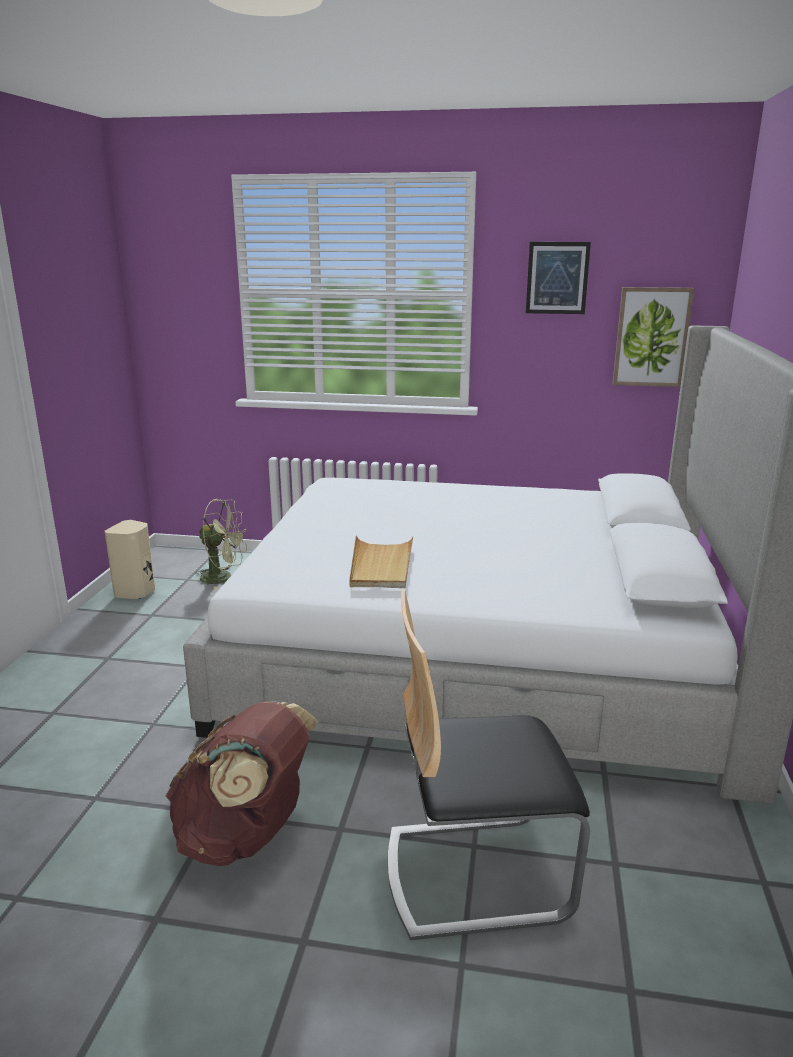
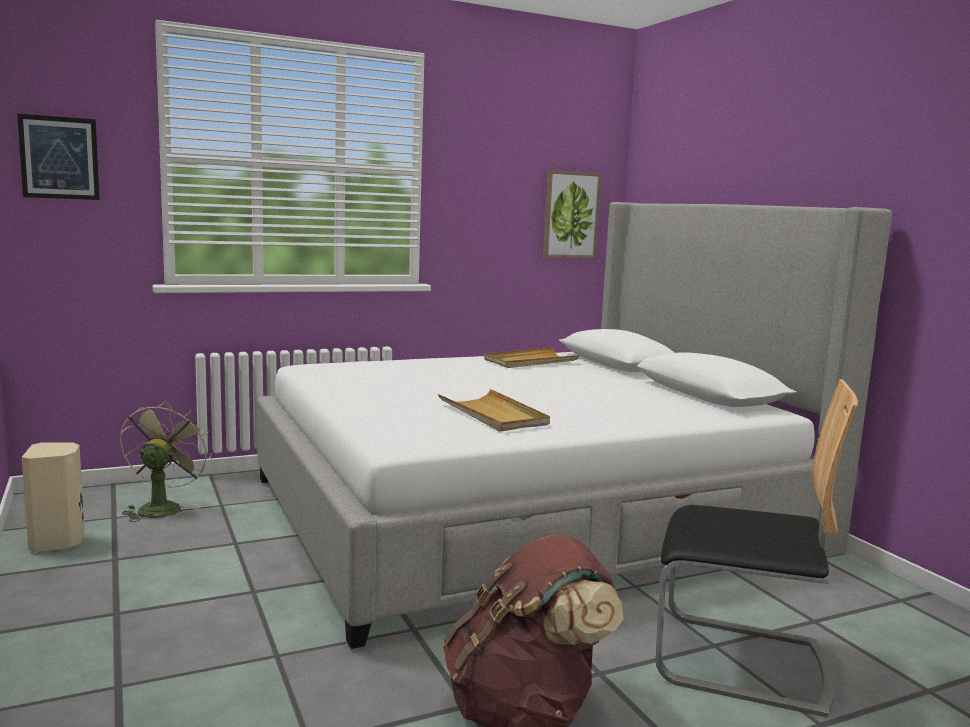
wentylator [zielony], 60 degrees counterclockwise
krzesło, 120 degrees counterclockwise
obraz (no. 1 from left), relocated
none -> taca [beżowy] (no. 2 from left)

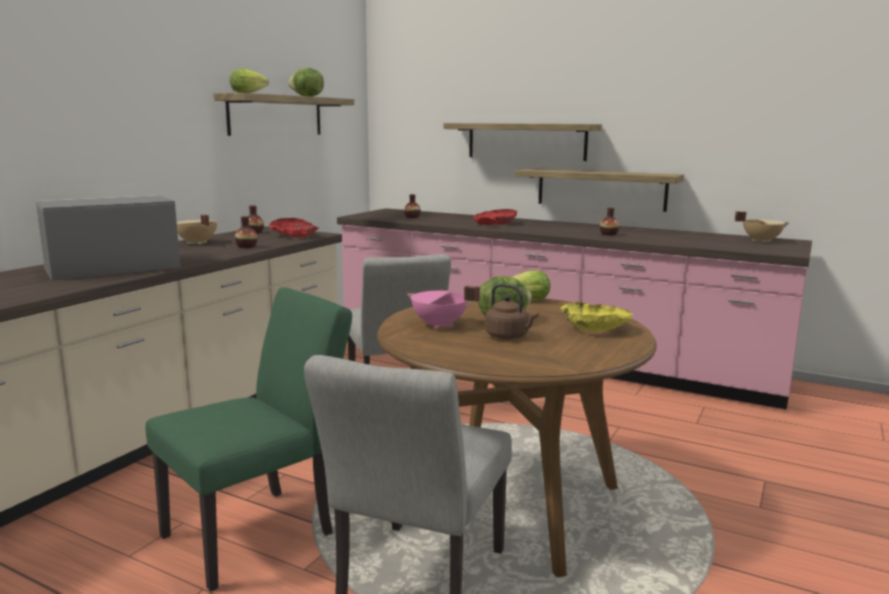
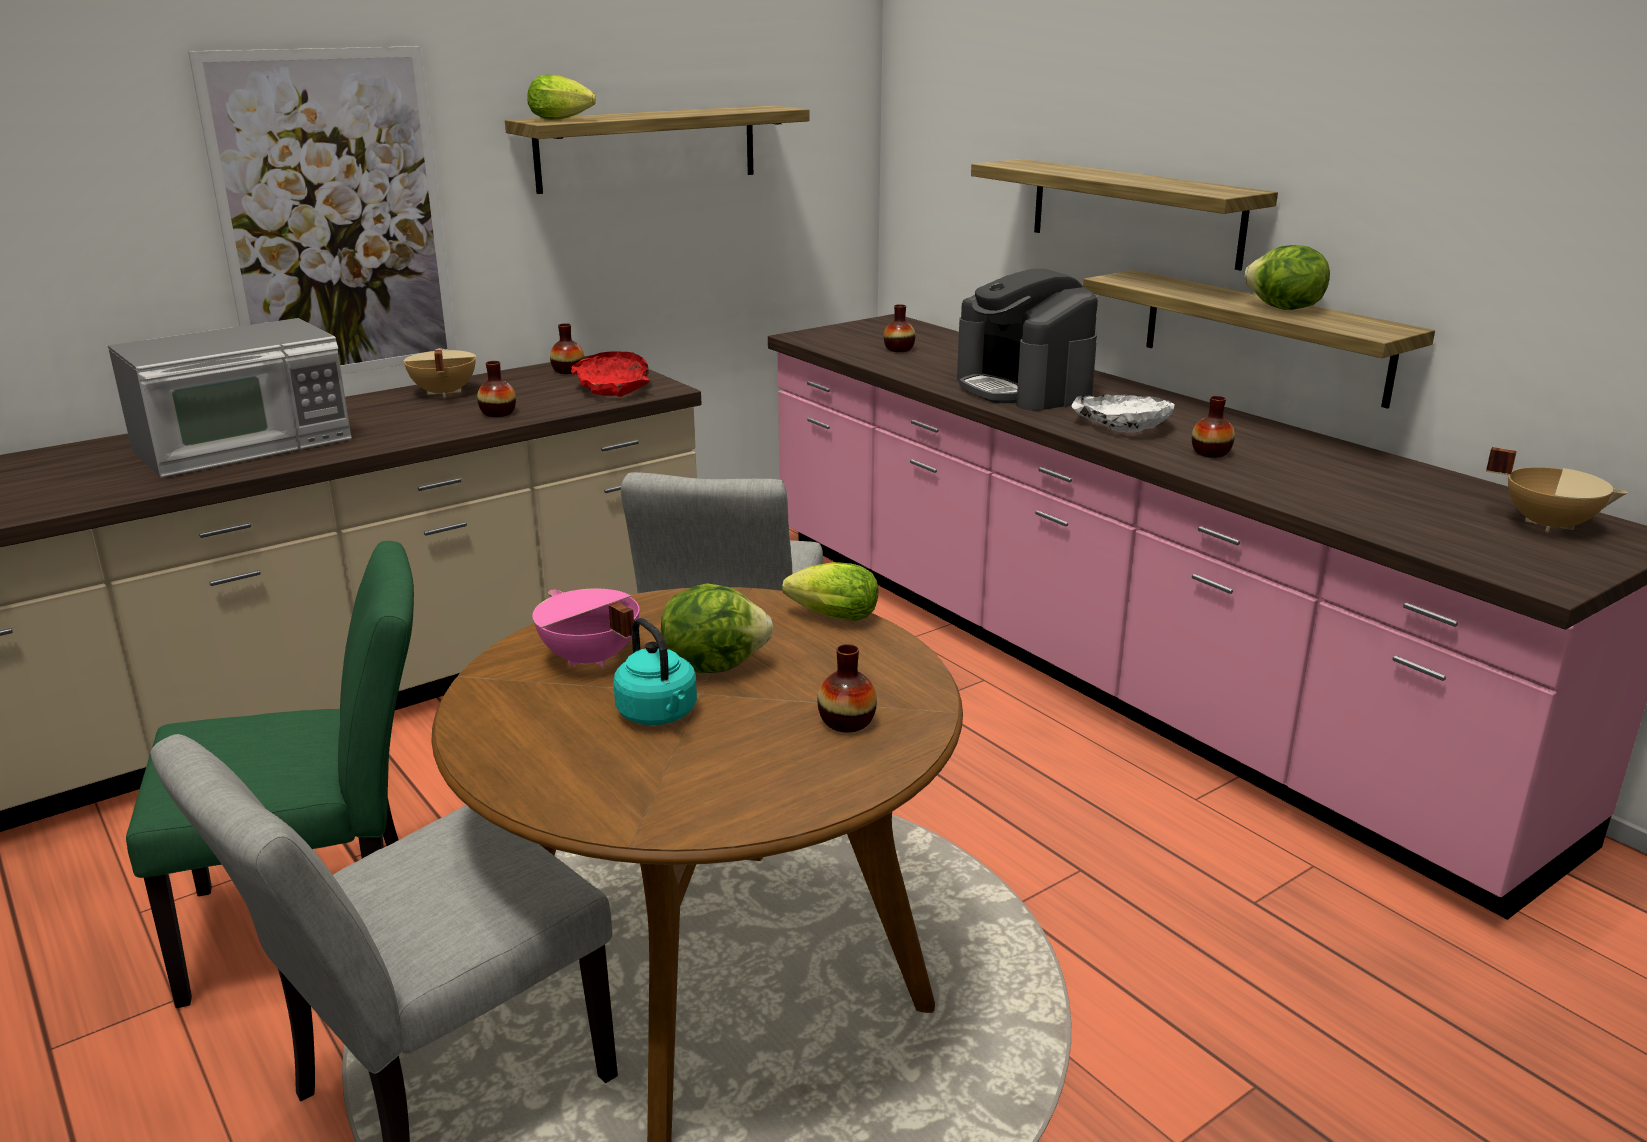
mikrofalówka, 150 degrees clockwise
sałata (no. 2 from left in the first image) -> sałata (no. 4 from left), relocated
miska [czerwony] (no. 2 from left) -> ekspres do kawy
czajnik [brązowy] -> czajnik [turkusowy]
miska [żółty] -> wazon (no. 3 from left)
none -> obraz
none -> miska [biały]

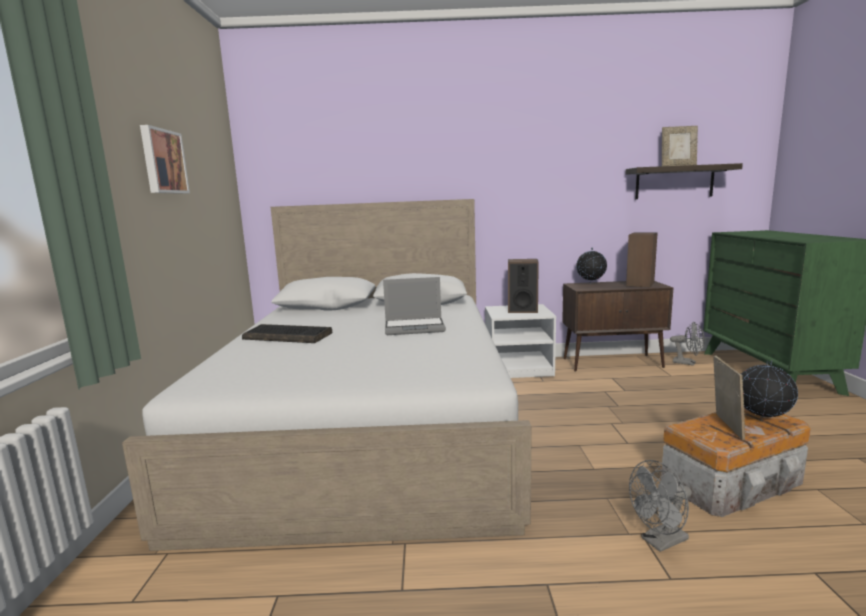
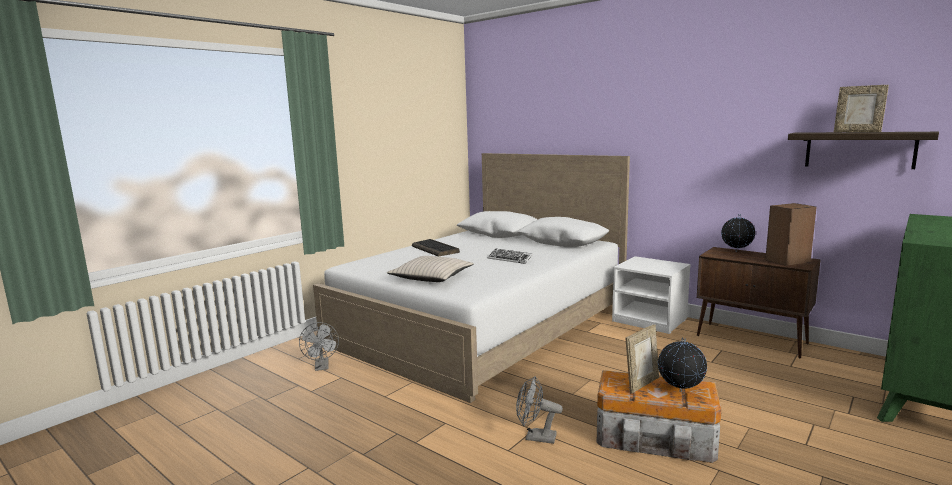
obraz -> none
laptop -> klawiatura (no. 2 from left)
głośnik (no. 1 from left) -> none
wentylator [szary] (no. 2 from left in the first image) -> wentylator [szary] (no. 1 from left), relocated
none -> poduszka [beżowy]

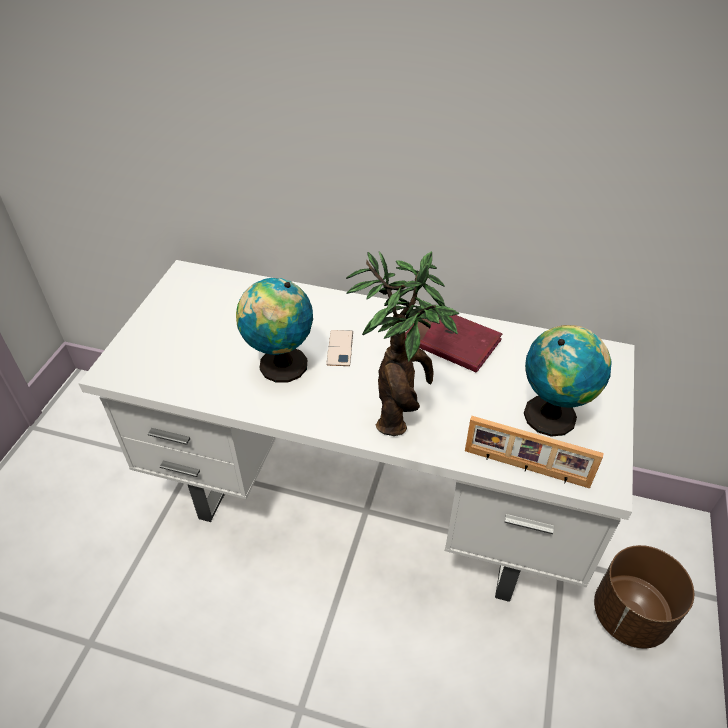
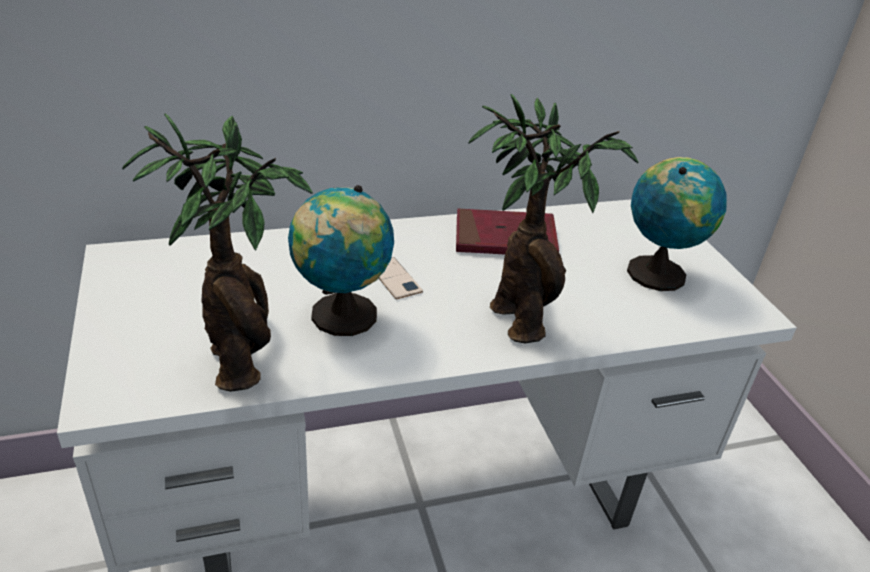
ramka na zdjęcie -> none
donica [brązowy] -> none
none -> roślina doniczkowa (no. 1 from left)

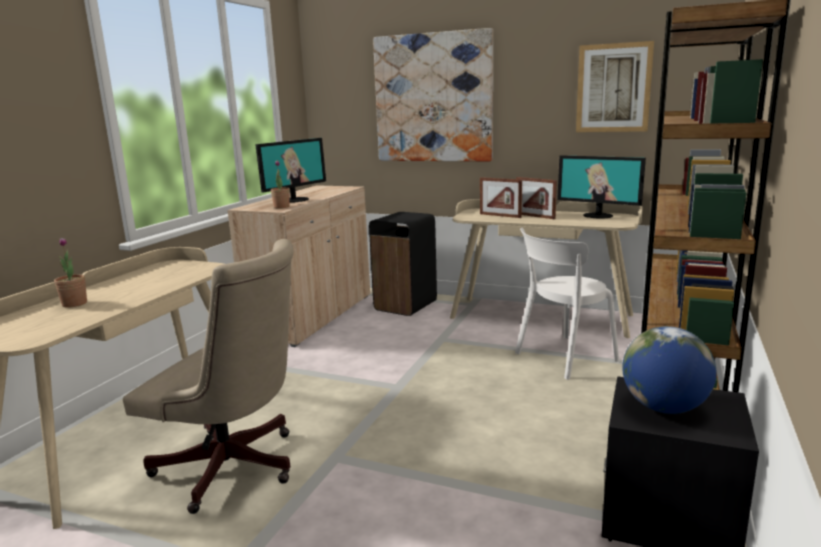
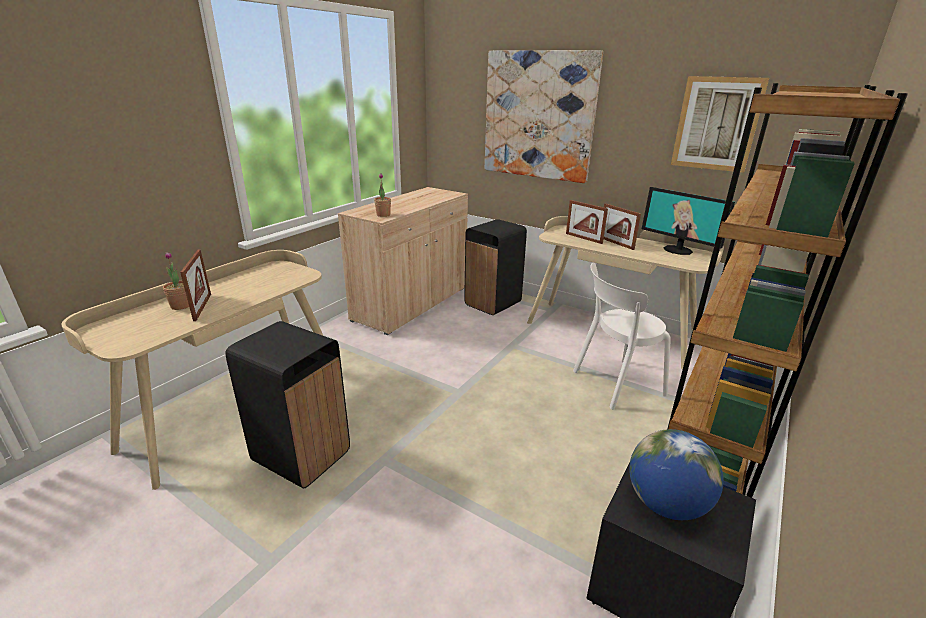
krzesło biurowe [beżowy] -> kosz na śmieci [czarny] (no. 1 from left)
monitor (no. 1 from left) -> none
none -> ramka na zdjęcie (no. 1 from left)

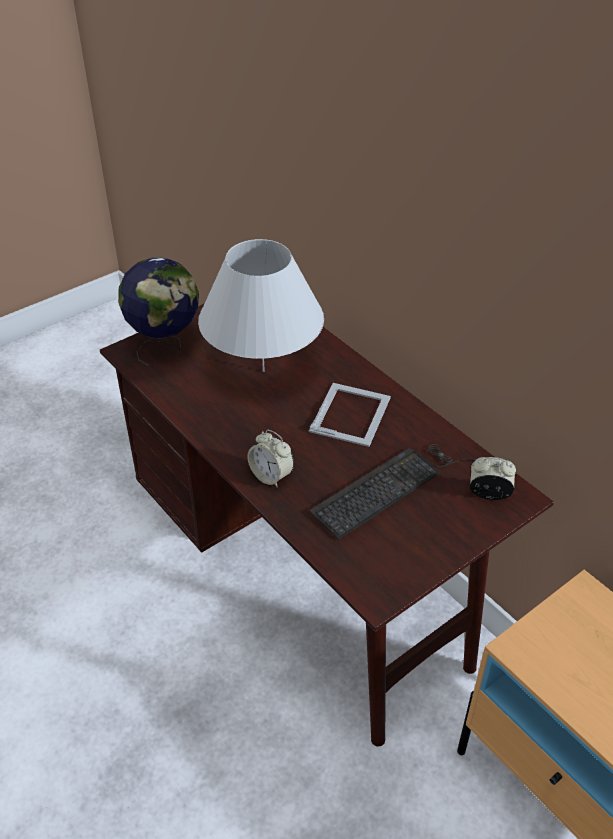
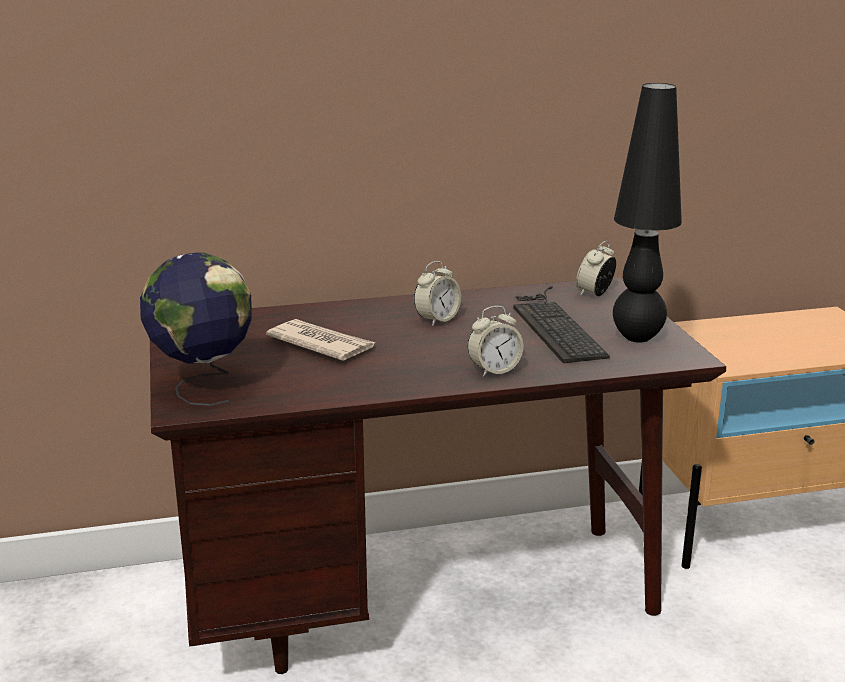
lampa stołowa [biały] -> gazeta
ramka na zdjęcie -> budzik (no. 1 from left)
none -> lampa stołowa [czarny]

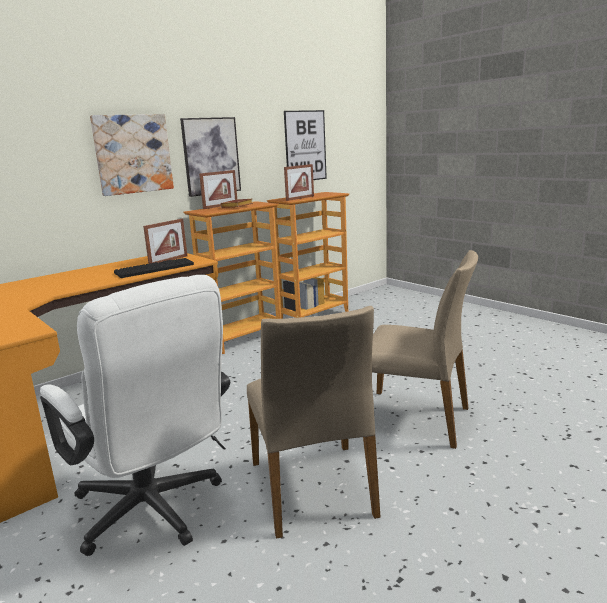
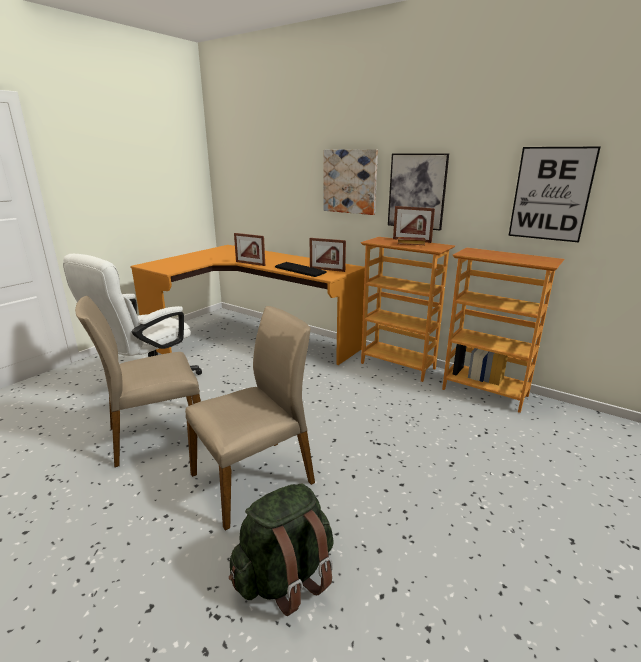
ramka na zdjęcie (no. 3 from left in the first image) -> ramka na zdjęcie (no. 1 from left), relocated
krzesło [beżowy] (no. 2 from left), 135 degrees counterclockwise
none -> plecak [zielony]

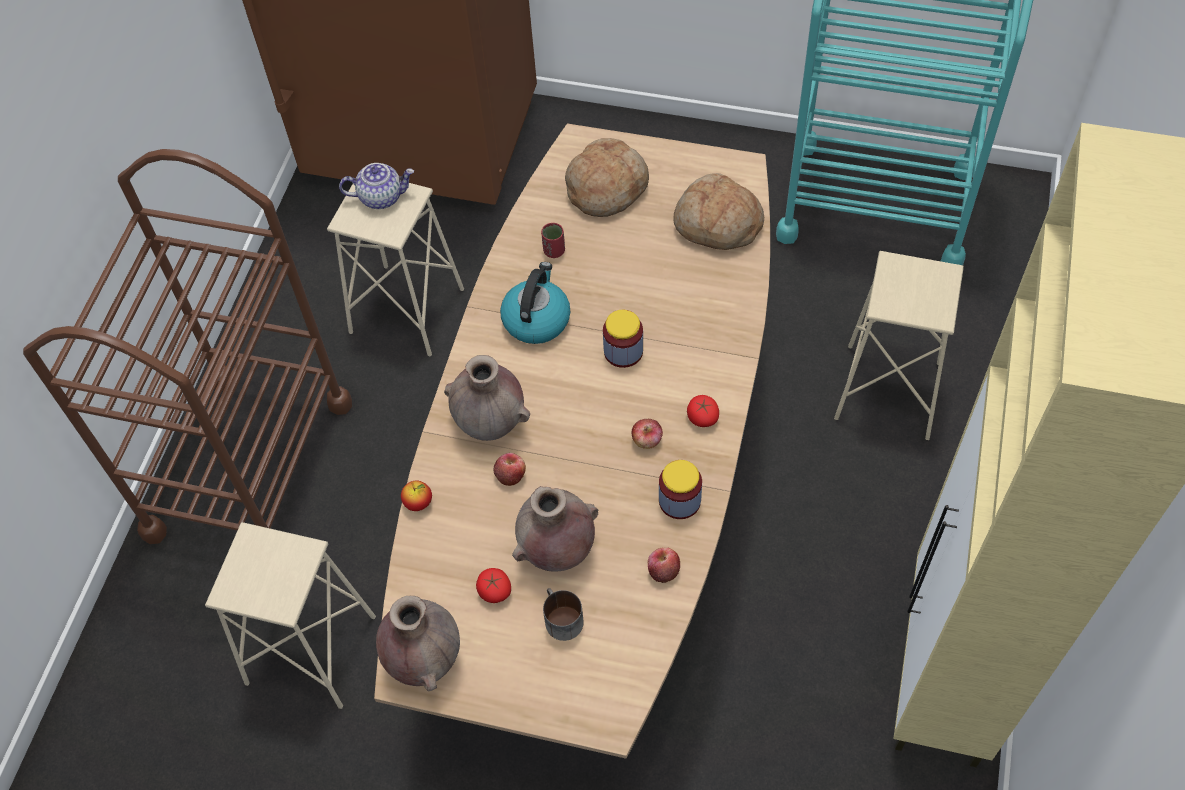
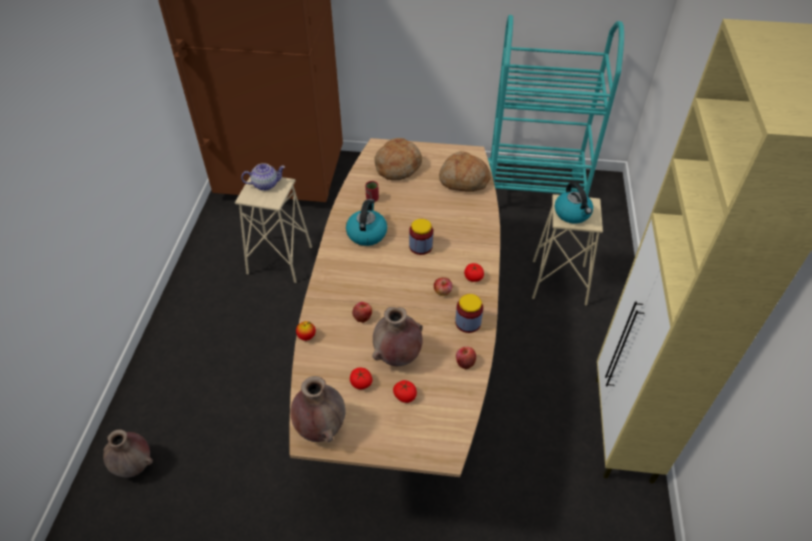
wózek [brązowy] -> none
stołek [beżowy] (no. 1 from left) -> none
wazon [brązowy] (no. 2 from left in the first image) -> wazon [brązowy] (no. 1 from left), relocated
kubek -> pomidor (no. 2 from left)
none -> czajnik (no. 2 from left)

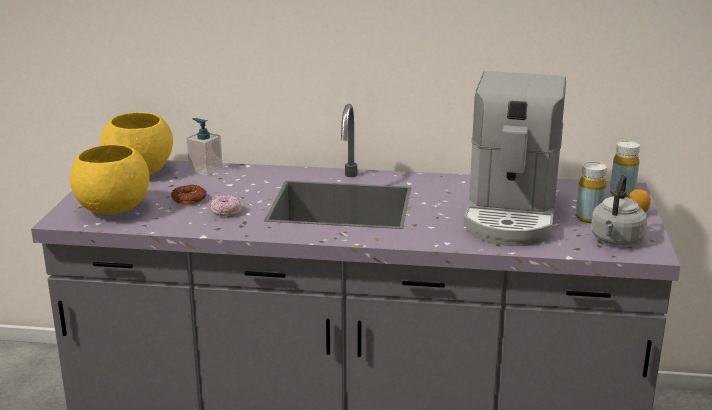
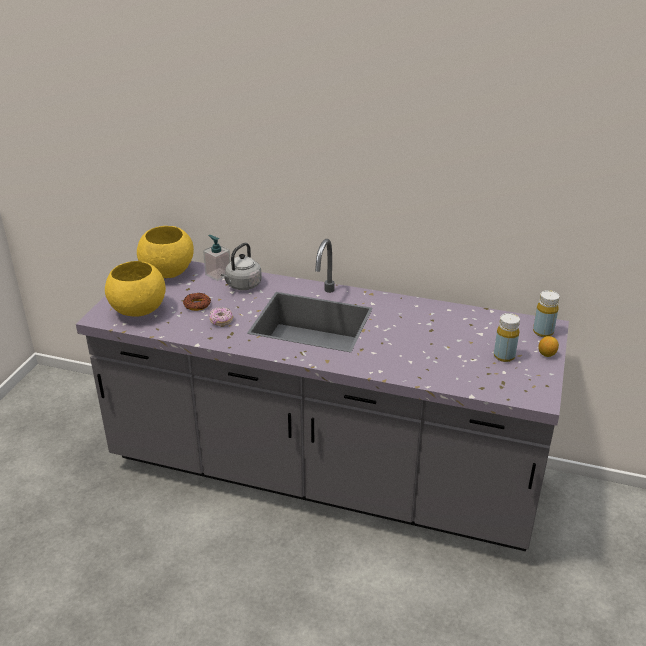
ekspres do kawy -> none
czajnik [szary], relocated

